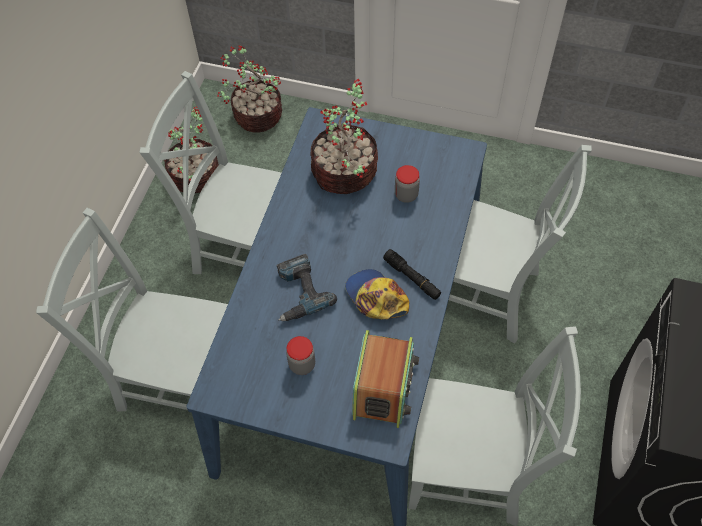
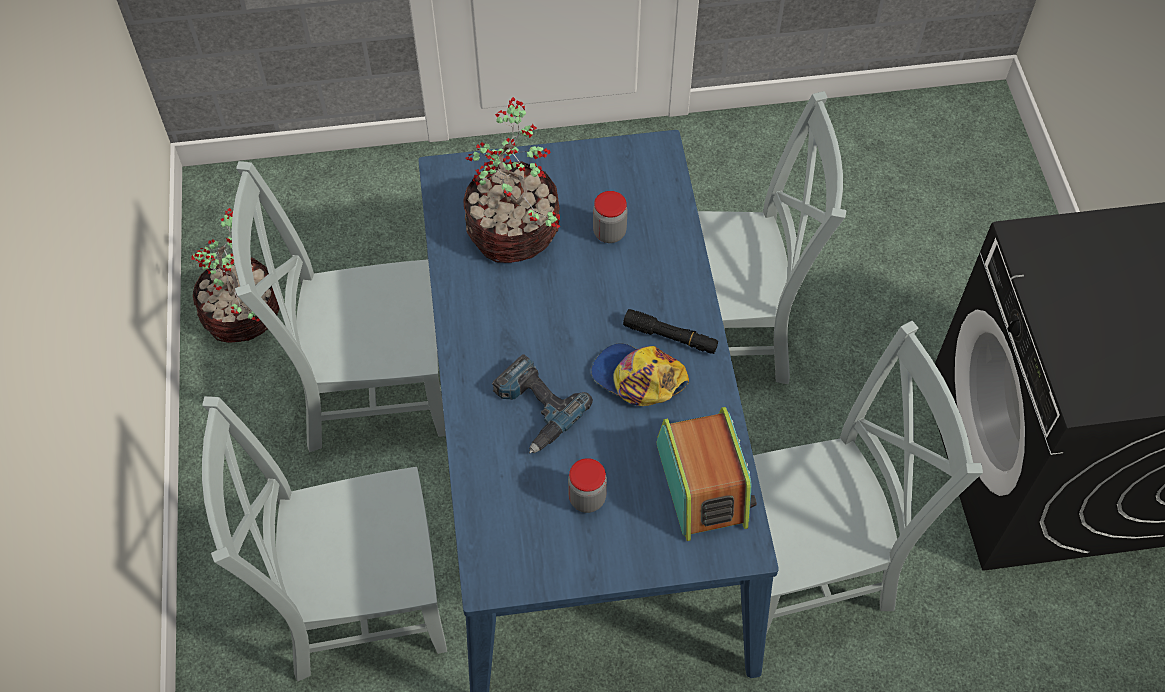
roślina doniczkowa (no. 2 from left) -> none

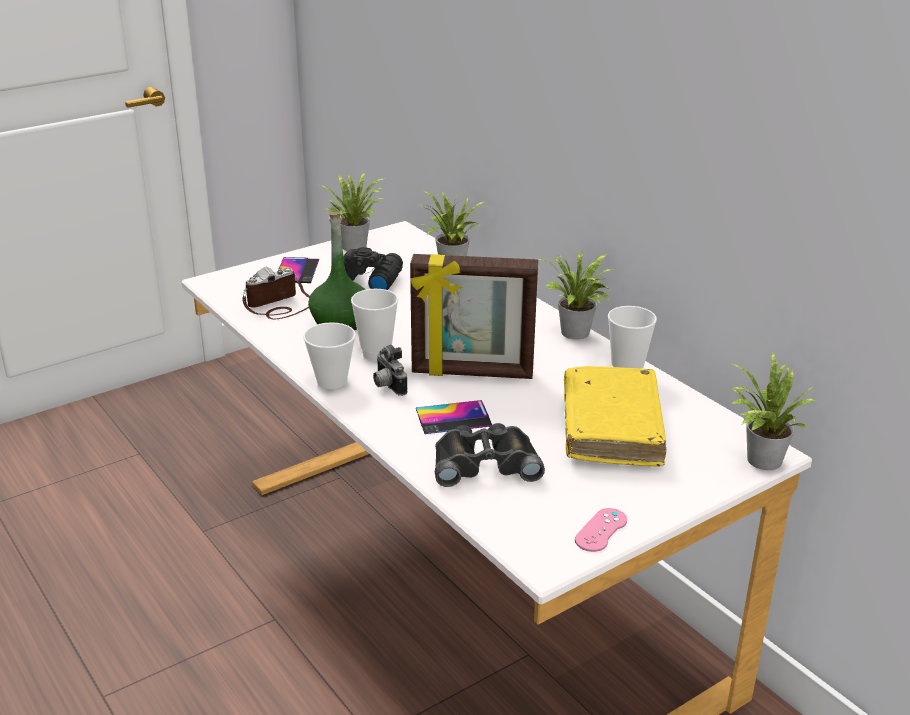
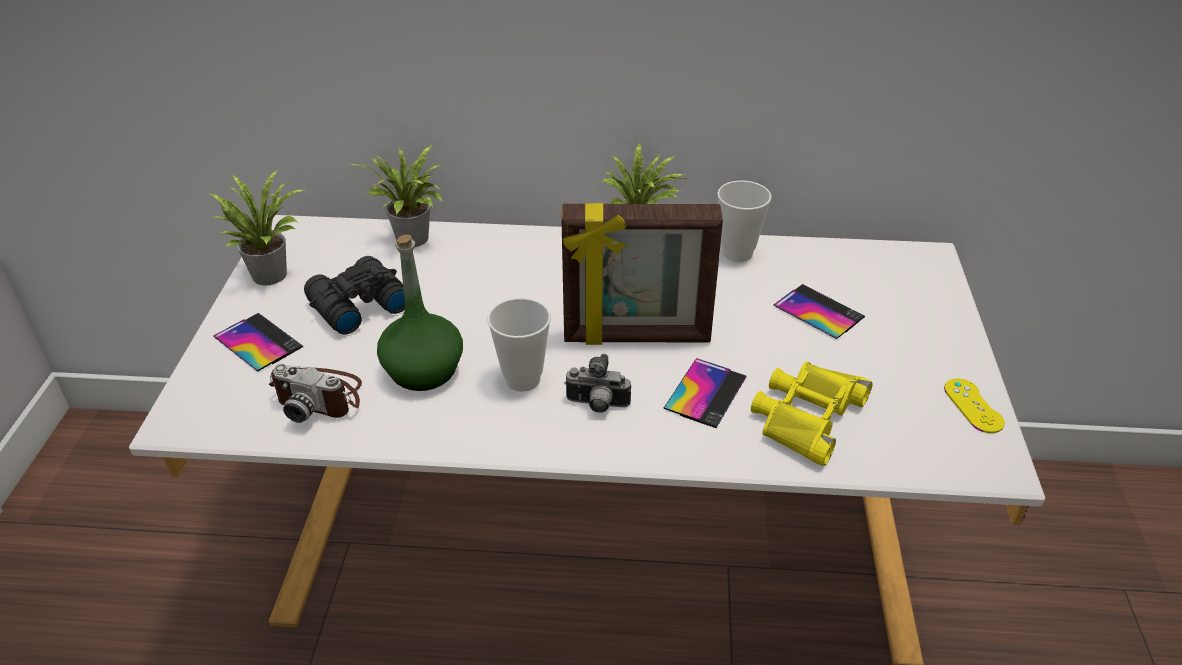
aparat fotograficzny (no. 1 from left), 75 degrees counterclockwise
filiżanka (no. 1 from left) -> none
ramka na zdjęcie, 45 degrees clockwise
lornetka [czarny] (no. 2 from left) -> lornetka [żółty]
książka [żółty] -> telefon (no. 3 from left)
pad do gier [różowy] -> pad do gier [żółty]
roślina doniczkowa (no. 4 from left) -> none

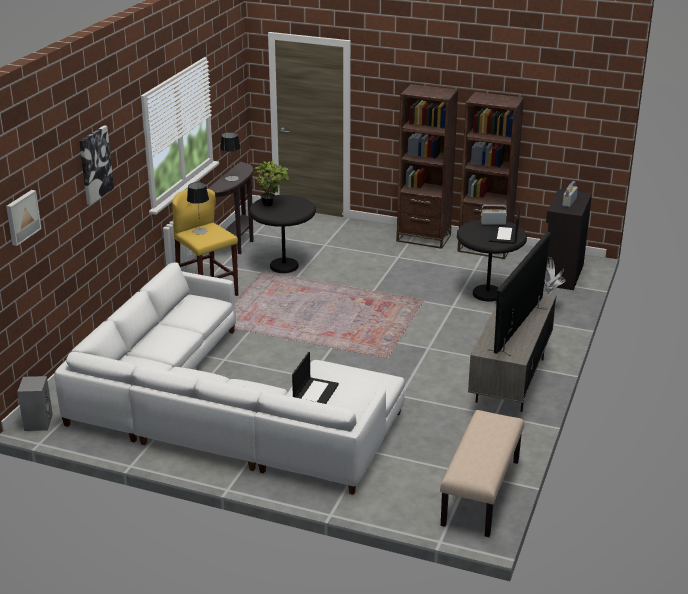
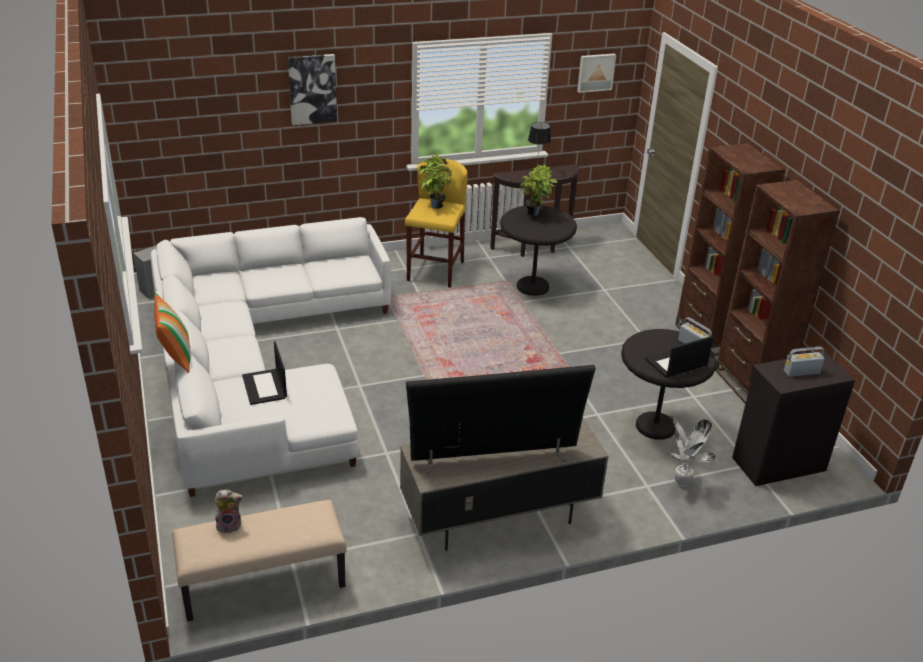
obraz (no. 1 from left in the first image) -> obraz (no. 2 from left), relocated
lampa stołowa (no. 1 from left) -> roślina doniczkowa (no. 1 from left)
laptop (no. 1 from left), 90 degrees clockwise
none -> poduszka
none -> pluszak

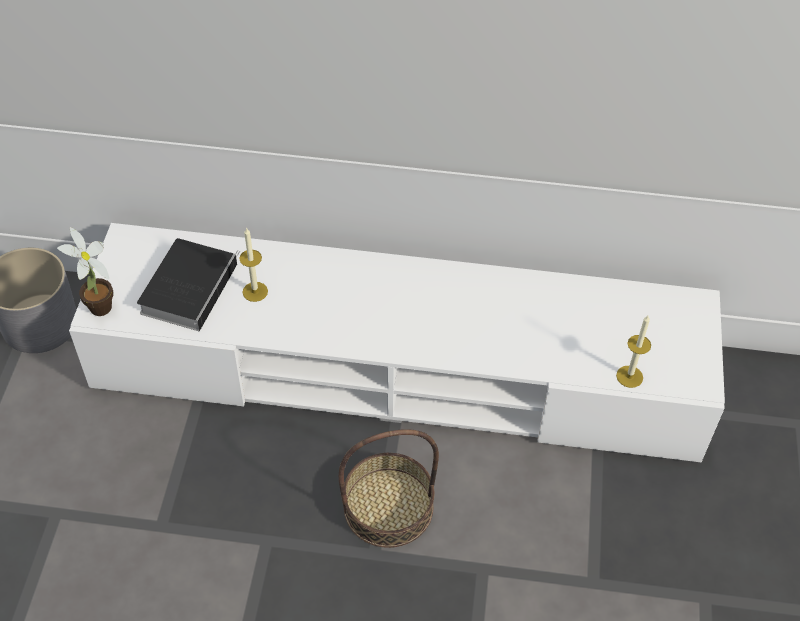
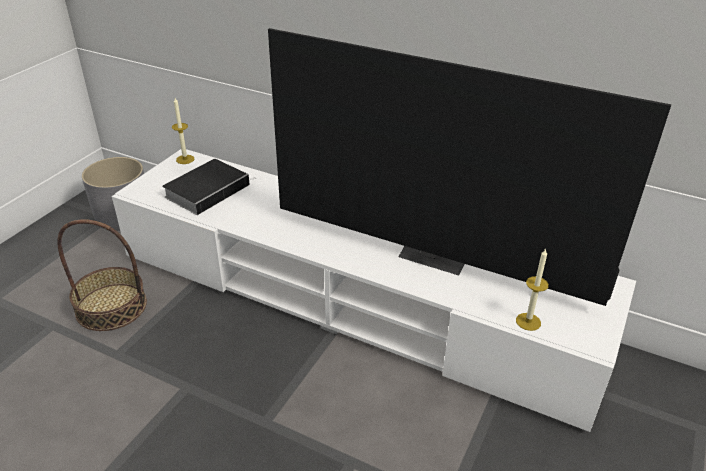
roślina doniczkowa -> none
świeca (no. 1 from left), relocated
koszyk, relocated
none -> telewizor

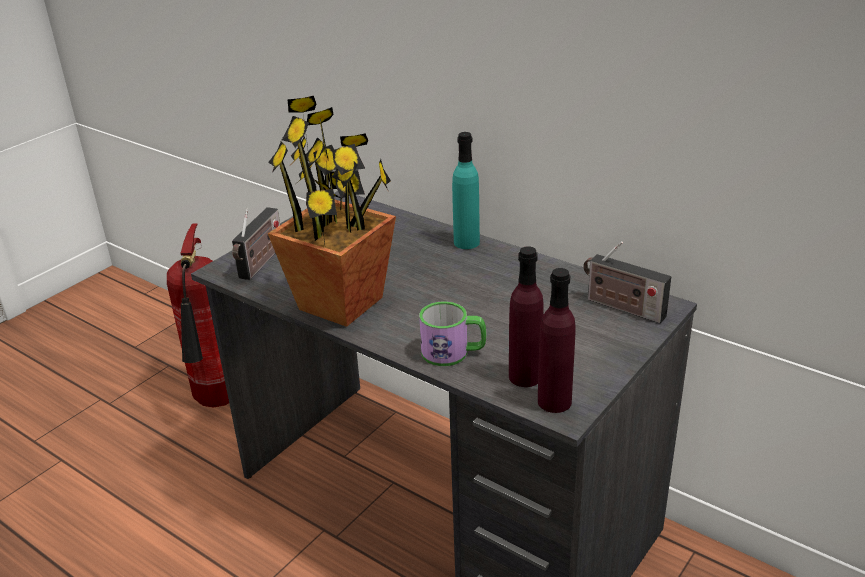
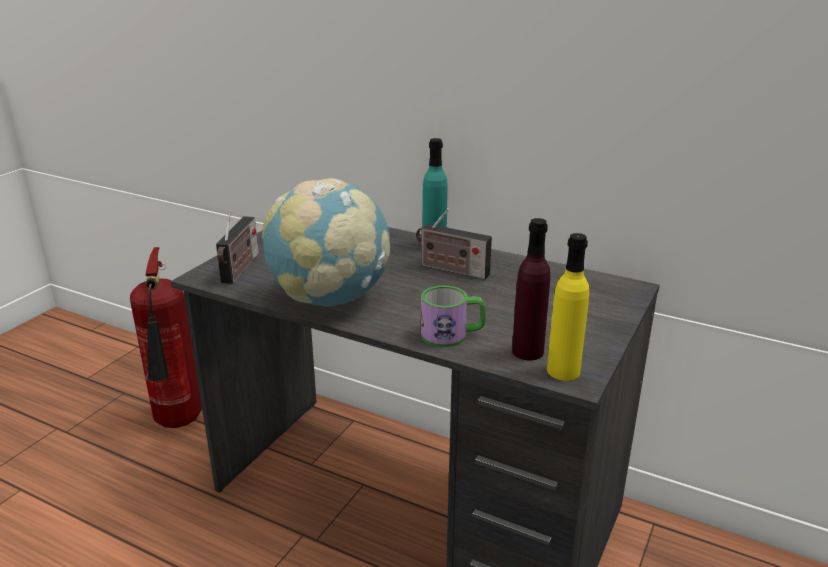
roślina doniczkowa -> globus
butelka [fioletowy] (no. 2 from left) -> butelka [żółty]
radio (no. 2 from left), relocated

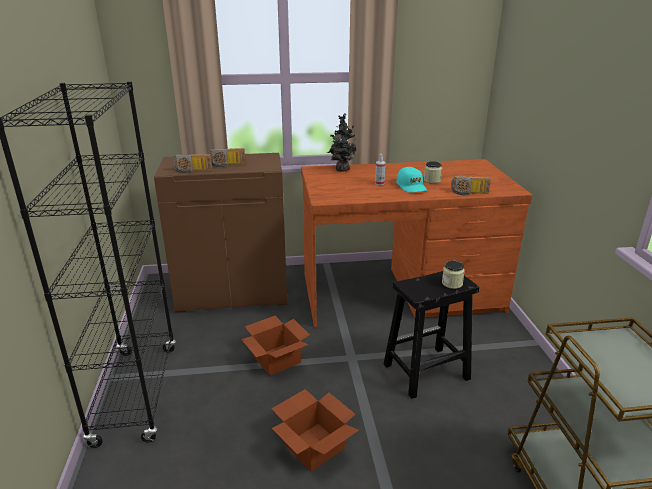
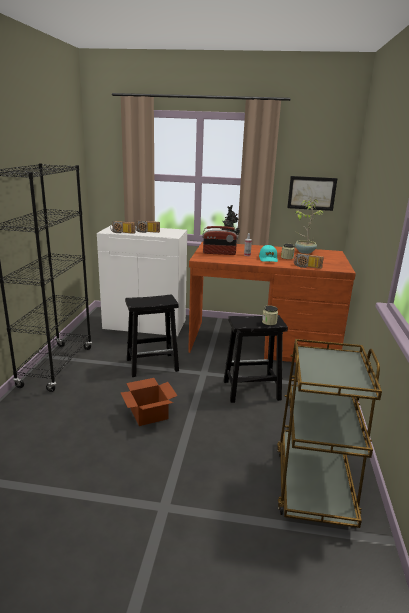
szafka [brązowy] -> szafka [biały]
karton (no. 1 from left) -> stołek [czarny] (no. 1 from left)
none -> radio (no. 3 from left)
none -> obraz
none -> roślina doniczkowa (no. 2 from left)

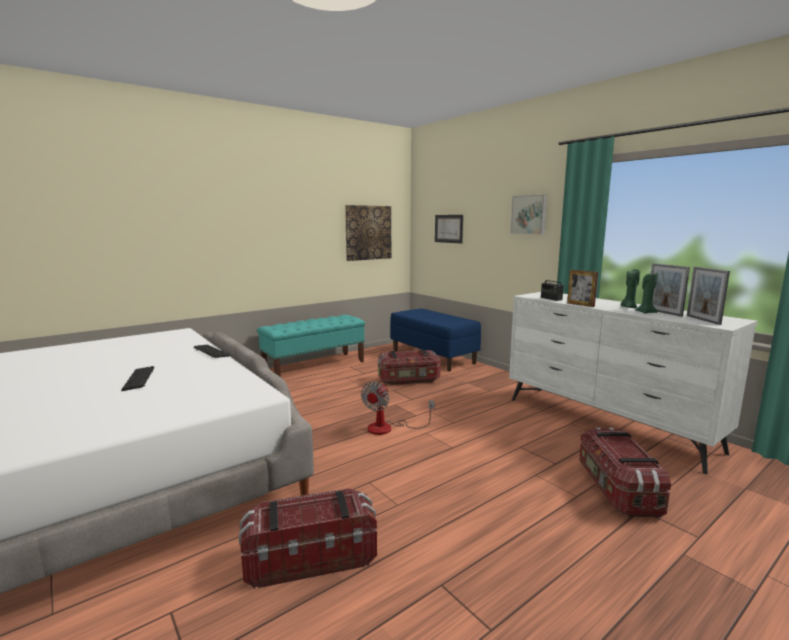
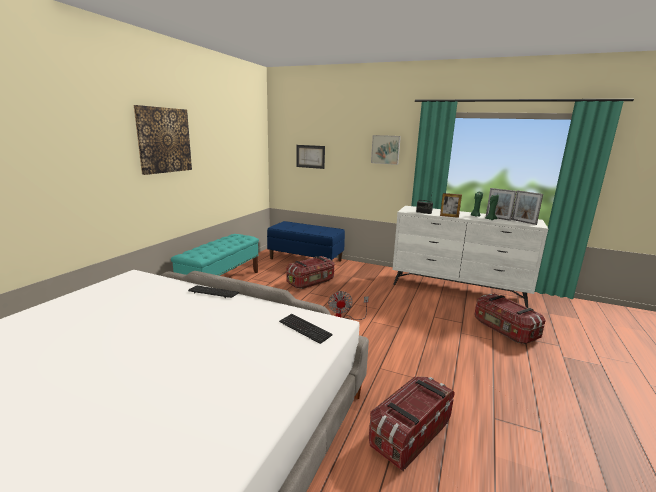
klawiatura (no. 1 from left in the first image) -> klawiatura (no. 2 from left), relocated
obraz (no. 1 from left), relocated

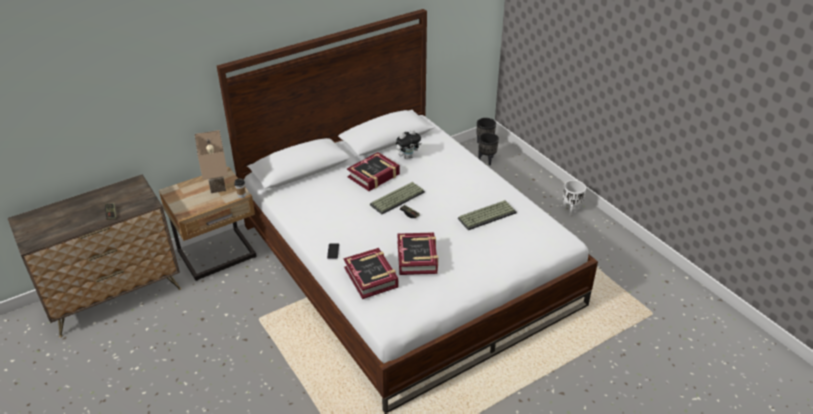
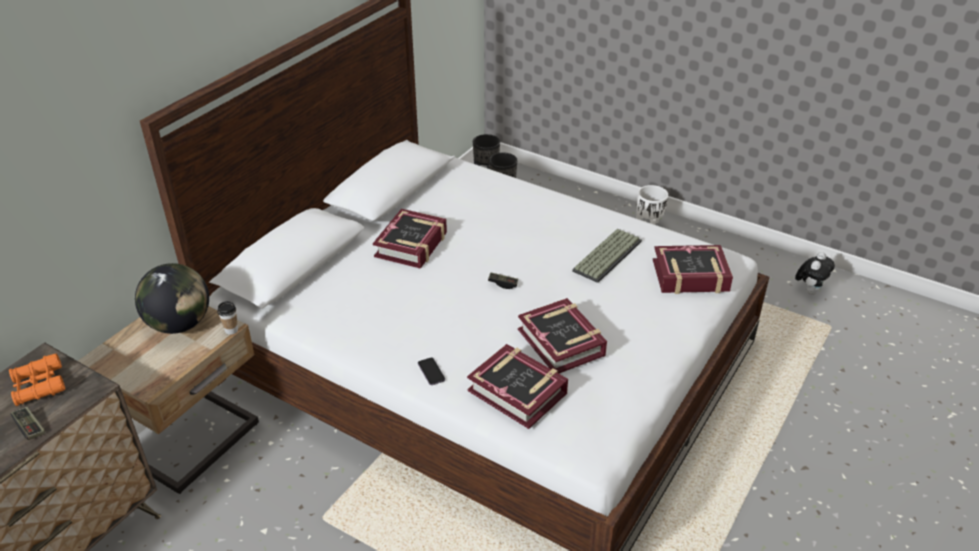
lampa stołowa [beżowy] -> globus
klawiatura (no. 1 from left) -> none
pluszak, relocated
none -> lornetka [pomarańczowy]
none -> książka (no. 4 from left)

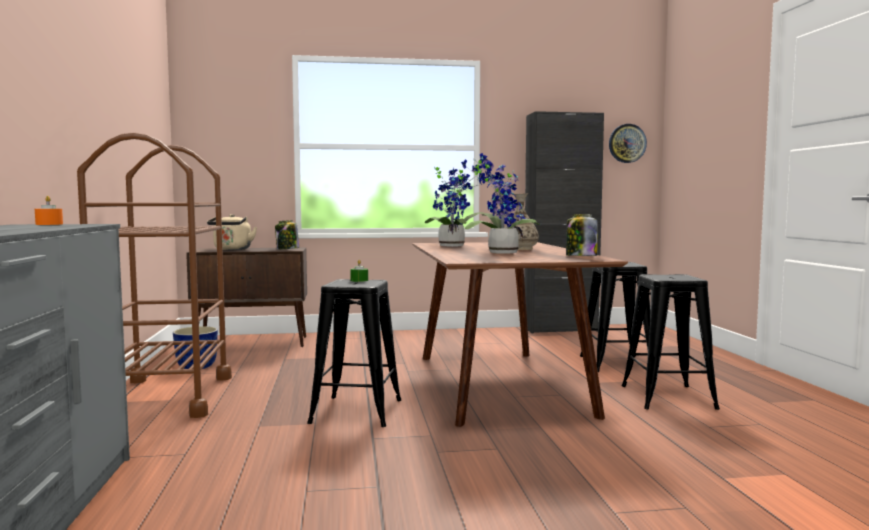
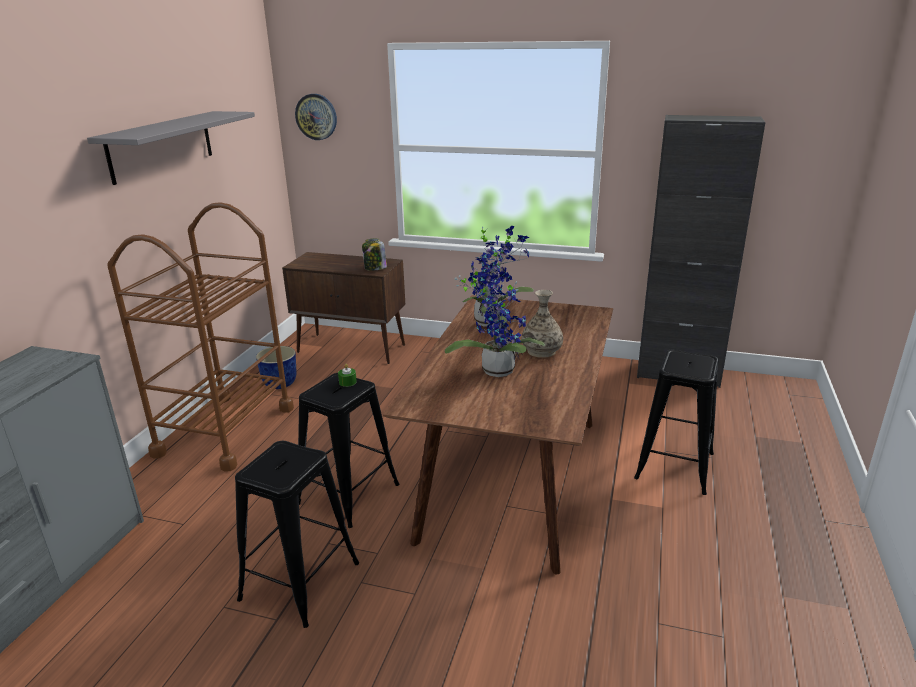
świeca [pomarańczowy] -> none
czajnik [beżowy] -> none
słoik (no. 2 from left) -> none
zegar ścienny, relocated
stołek [czarny] (no. 3 from left in the first image) -> stołek [czarny] (no. 1 from left), relocated
none -> półka [szary]

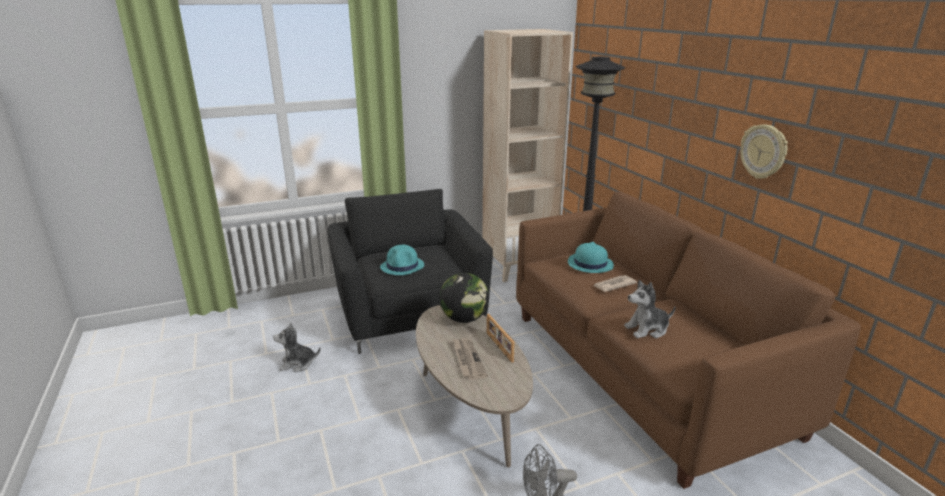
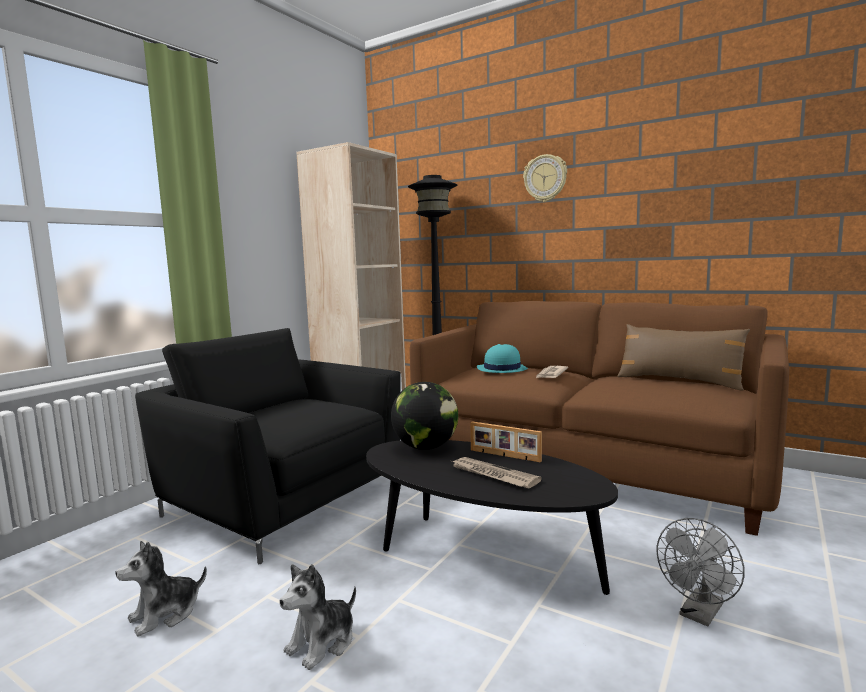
kapelusz [turkusowy] (no. 1 from left) -> none
ława [beżowy] -> ława [czarny]
pluszak (no. 2 from left), relocated
zegar ścienny, relocated
none -> poduszka [brązowy]

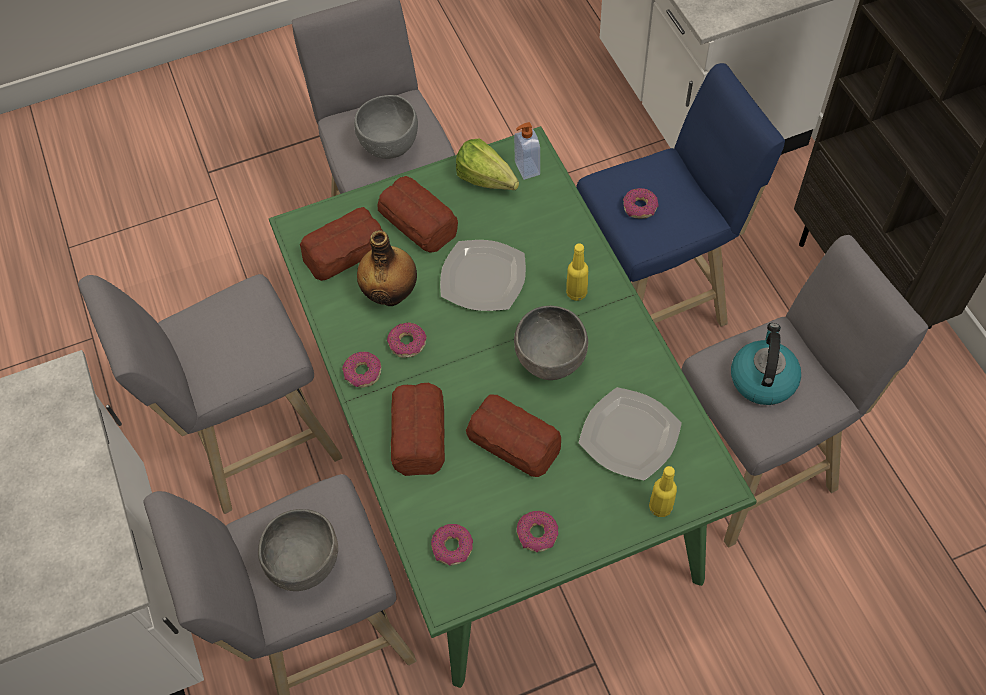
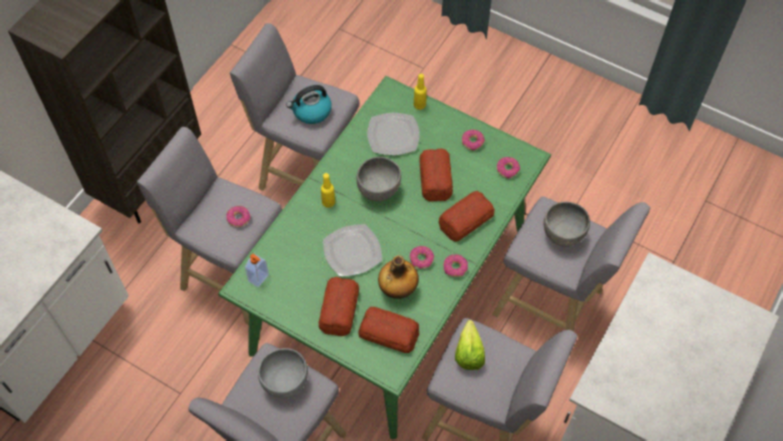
sałata, relocated
stołek [niebieski] -> stołek [szary] (no. 1 from left)

